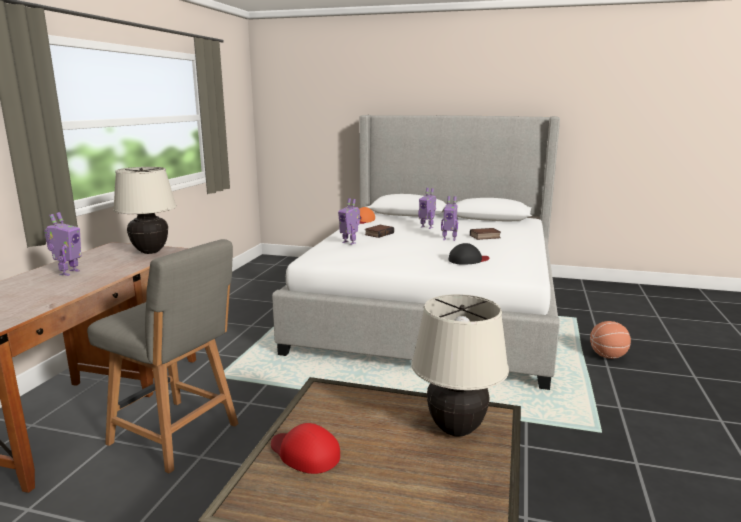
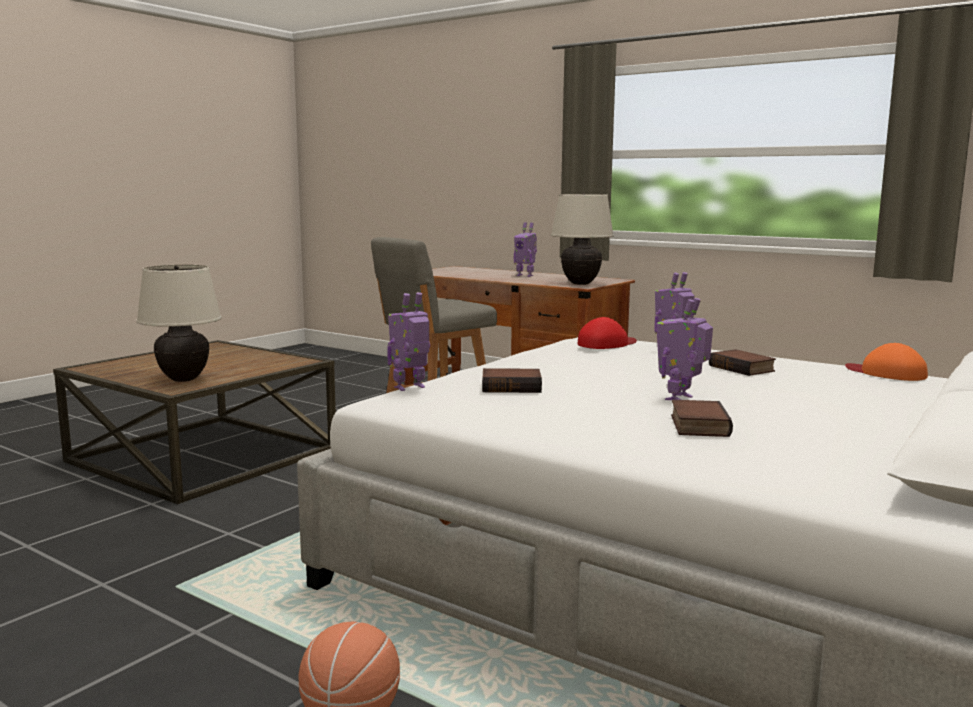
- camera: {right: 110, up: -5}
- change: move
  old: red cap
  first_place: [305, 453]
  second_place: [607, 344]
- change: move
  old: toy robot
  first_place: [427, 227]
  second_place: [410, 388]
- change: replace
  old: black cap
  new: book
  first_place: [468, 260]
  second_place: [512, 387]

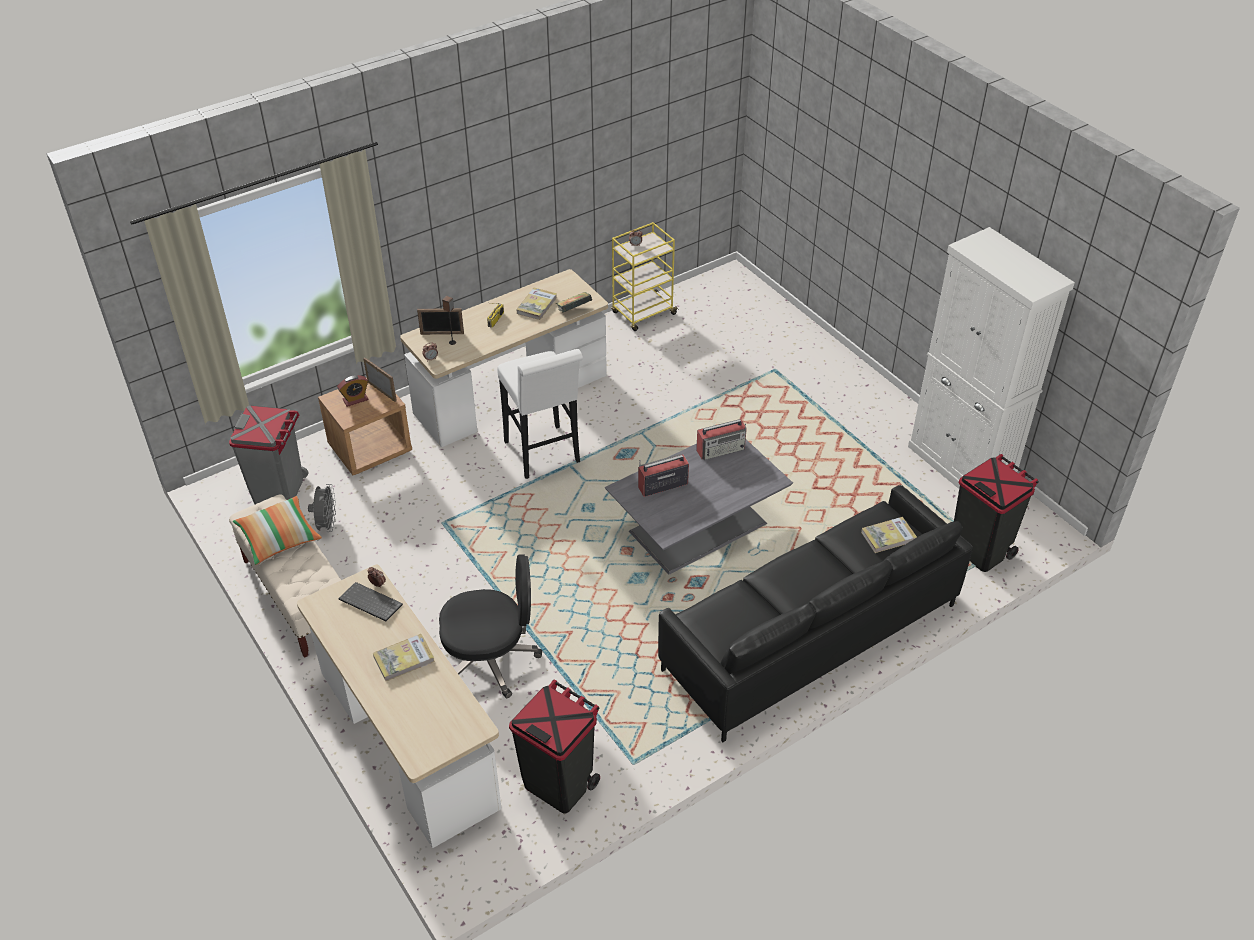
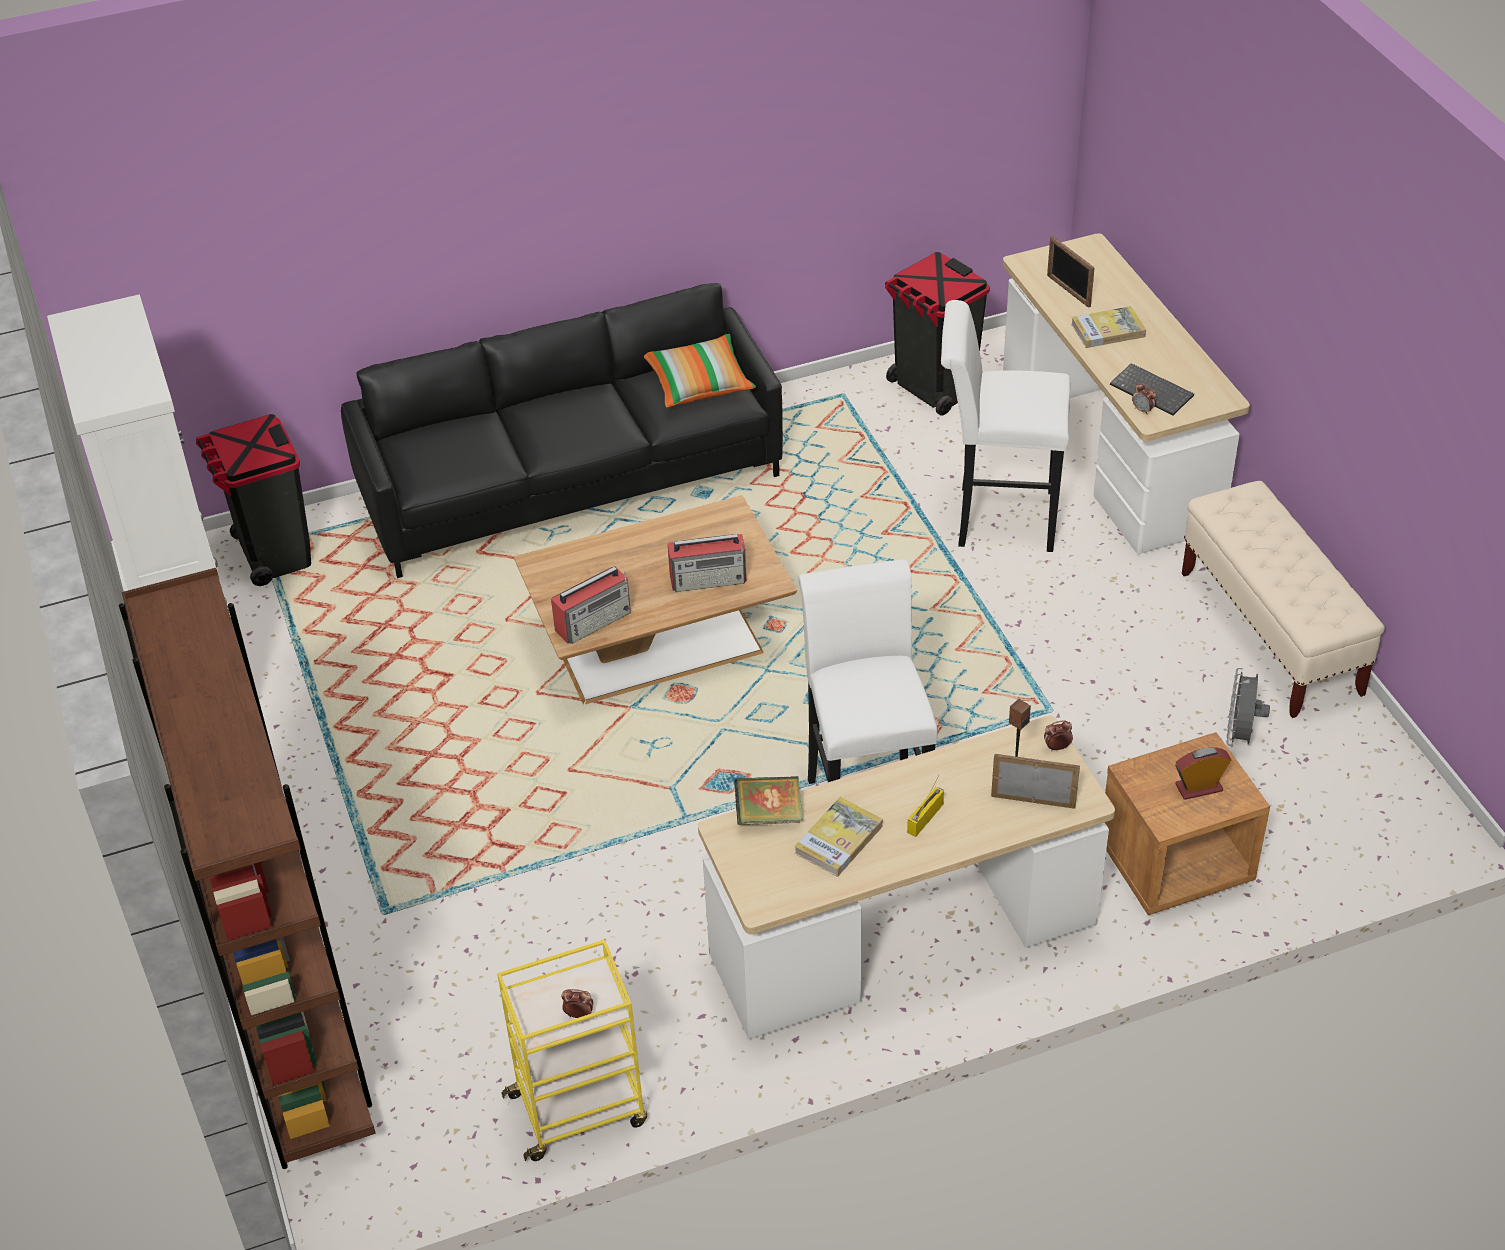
- camera: {right: -165, up: 0}
- change: delete
  old: grey trash can
  first_place: [280, 493]
- change: move
  old: pillow
  first_place: [279, 538]
  second_place: [699, 383]
- change: move
  old: picture frame
  first_place: [382, 391]
  second_place: [1068, 291]
- change: replace
  old: black office chair
  new: white stool
  first_place: [491, 659]
  second_place: [996, 518]
- change: recolor
  old: grey coffee table
  new: brown coffee table
  first_place: [696, 529]
  second_place: [660, 642]
- change: rotate
  old: radio
  first_place: [721, 449]
  second_place: [594, 620]
  degrees: 150
- change: delete
  old: book
  first_place: [888, 536]
- change: insert
  new: brown bookcase
  second_place: [295, 1026]

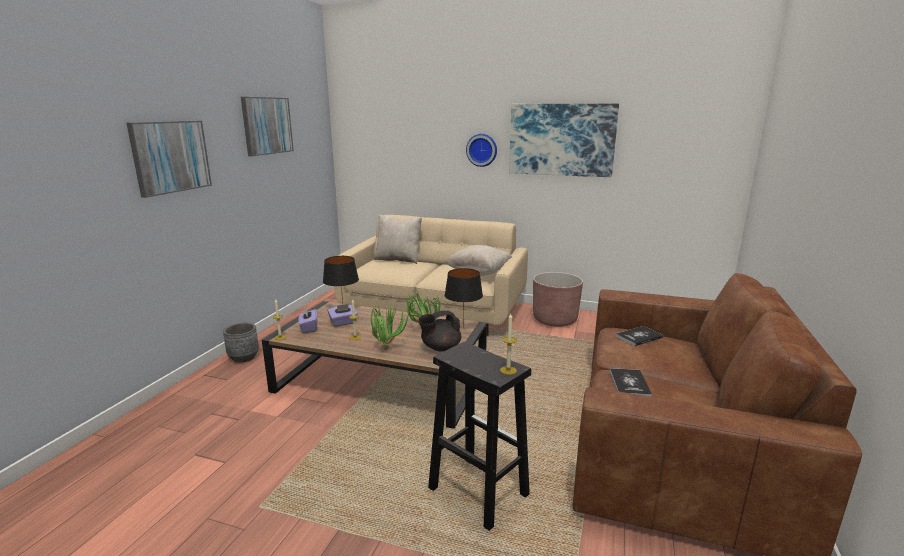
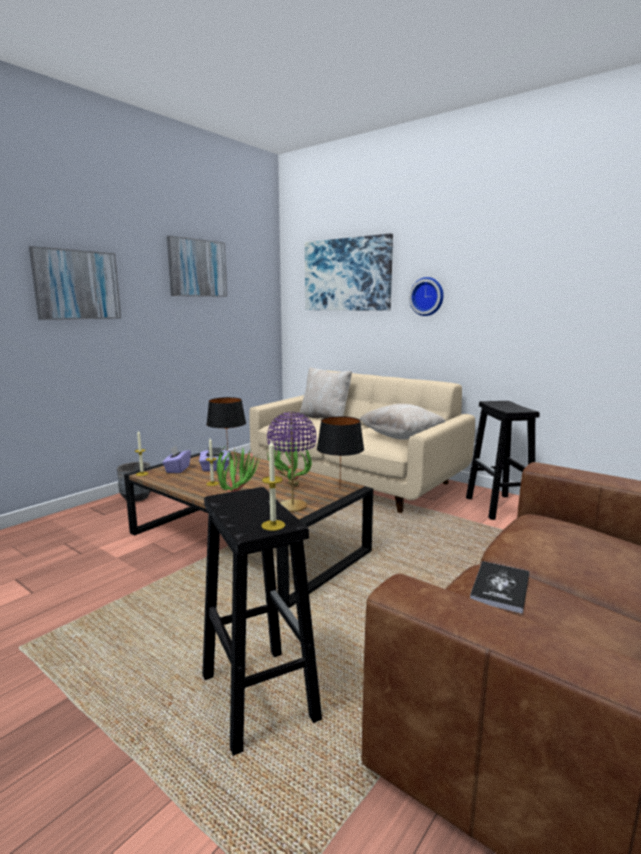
- camera: {right: 20, up: -5}
- change: replace
  old: black teapot
  new: purple table lamp
  first_place: [440, 348]
  second_place: [292, 506]
- change: move
  old: picture
  first_place: [561, 140]
  second_place: [347, 274]
- change: replace
  old: brown planter
  new: black stool
  first_place: [555, 320]
  second_place: [499, 507]
- change: delete
  old: book
  first_place: [639, 337]

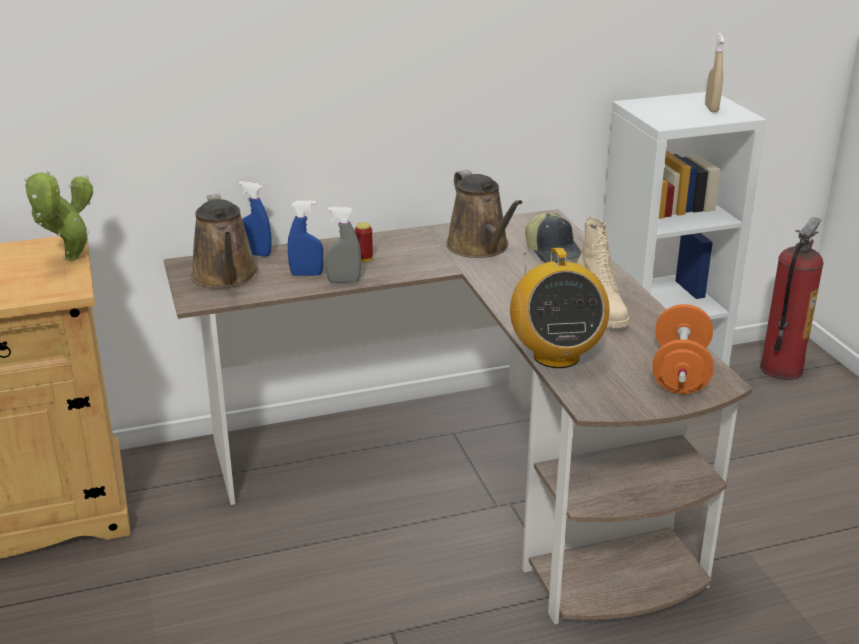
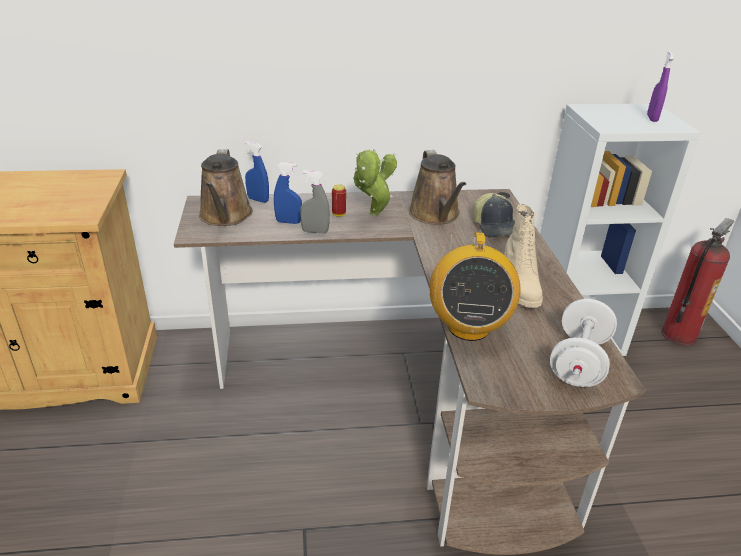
- camera: {right: 10, up: 5}
- change: move
  old: potted plant
  first_place: [69, 260]
  second_place: [373, 215]
- change: recolor
  old: orange dumbbell
  new: white dumbbell
  first_place: [680, 373]
  second_place: [578, 362]
- change: recolor
  old: beige spray bottle
  new: purple spray bottle
  first_place: [711, 108]
  second_place: [652, 118]

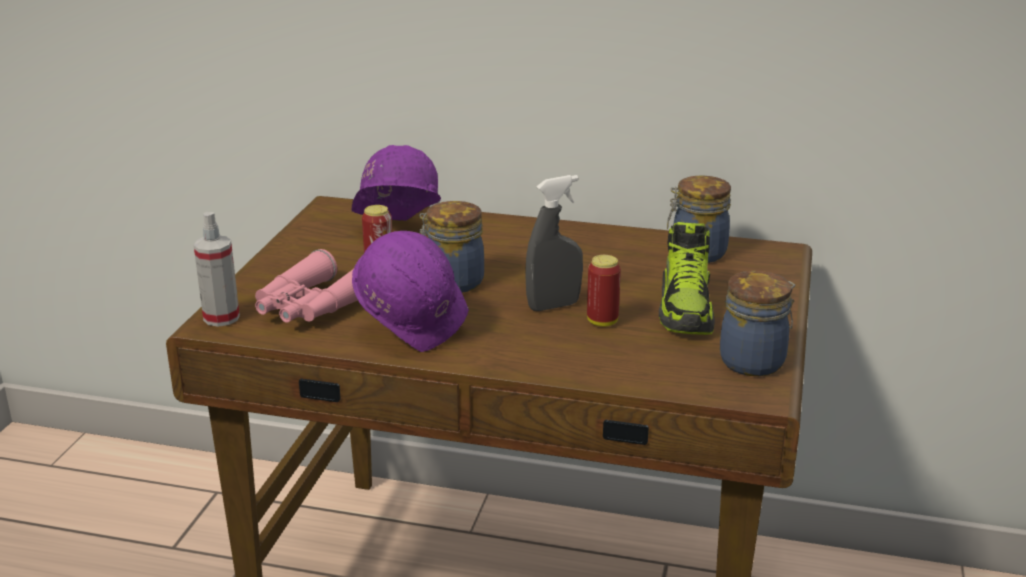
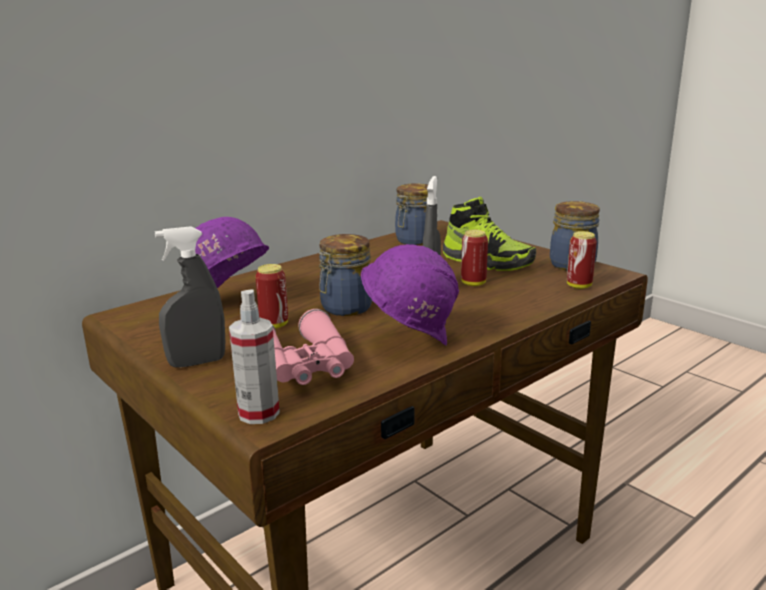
- camera: {right: -55, up: -5}
- change: insert
  new: grey spray bottle
  second_place: [197, 362]
- change: insert
  new: can
  second_place: [579, 286]

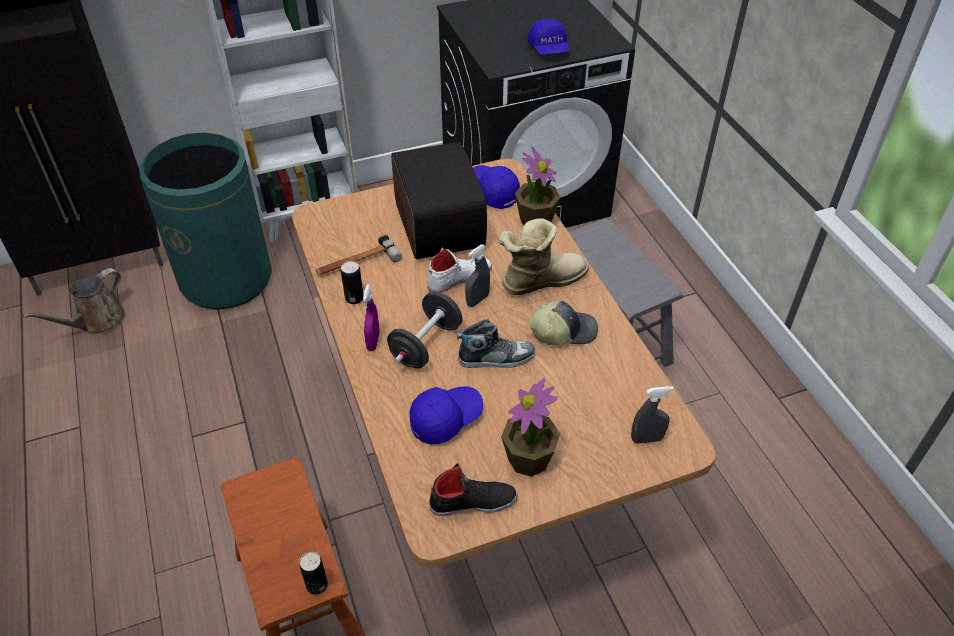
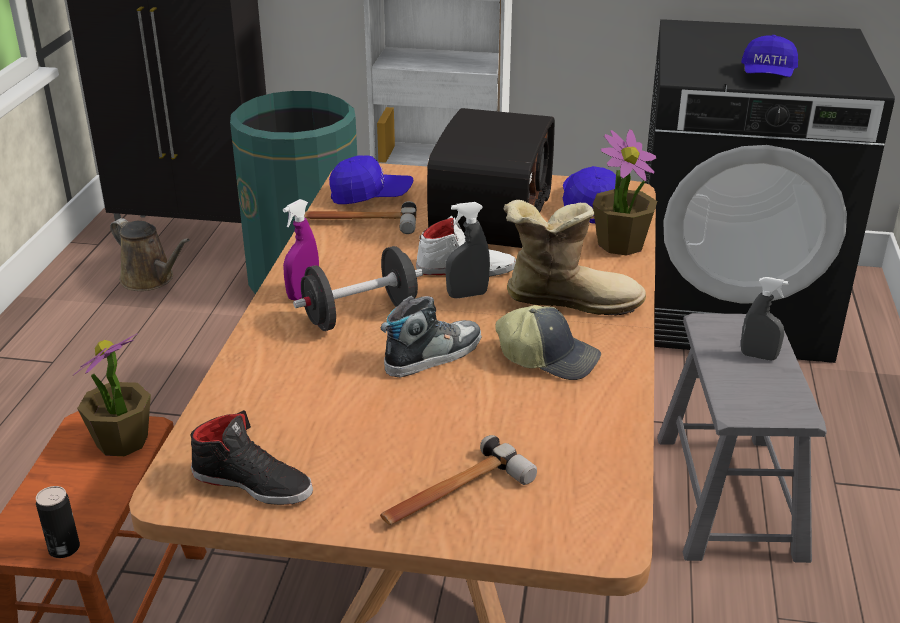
- camera: {right: 30, up: -15}
- change: rotate
  old: brown watering can
  first_place: [97, 321]
  second_place: [151, 279]
  degrees: -120
- change: delete
  old: can
  first_place: [354, 298]
- change: move
  old: blue cap
  first_place: [445, 419]
  second_place: [371, 196]
- change: rotate
  old: shoe
  first_place: [496, 358]
  second_place: [433, 355]
  degrees: -60
- change: move
  old: potted plant
  first_place: [529, 459]
  second_place: [122, 441]
- change: move
  old: grey spray bottle
  first_place: [647, 439]
  second_place: [758, 356]
- change: insert
  new: hammer
  second_place: [453, 495]

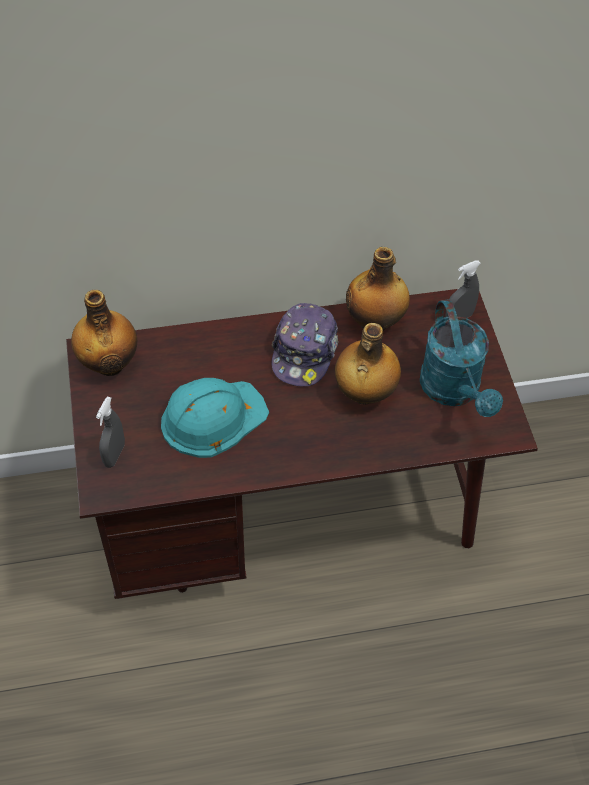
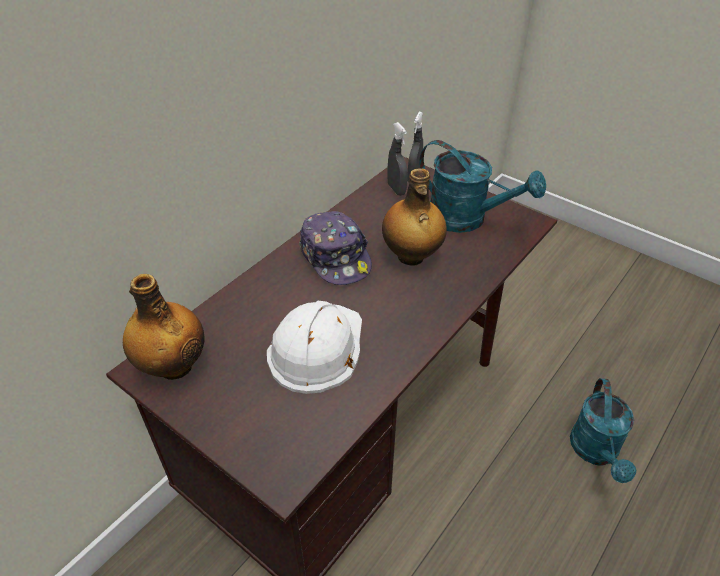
- camera: {right: -40, up: -10}
- change: move
  old: grey spray bottle
  first_place: [114, 455]
  second_place: [396, 189]
- change: recolor
  old: turquoise hard hat
  new: white hard hat
  first_place: [212, 417]
  second_place: [317, 347]
- change: delete
  old: bottle
  first_place: [375, 322]
- change: insert
  new: turquoise watering can
  second_place: [596, 452]

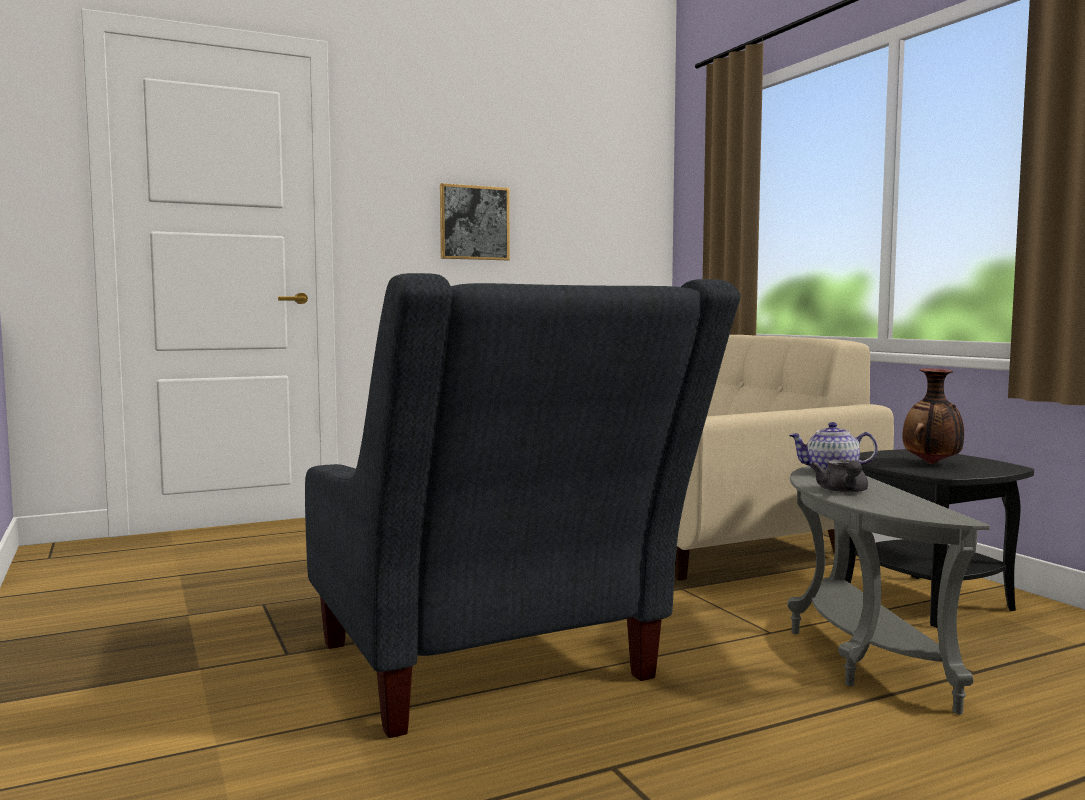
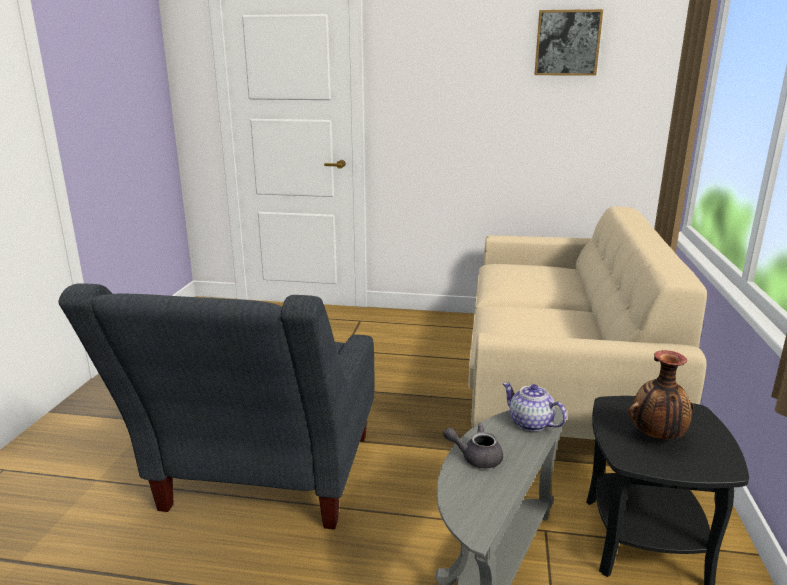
- camera: {right: 35, up: 15}
- change: move
  old: picture
  first_place: [474, 223]
  second_place: [567, 43]
- change: rotate
  old: grey teapot
  first_place: [843, 492]
  second_place: [476, 457]
  degrees: 60

